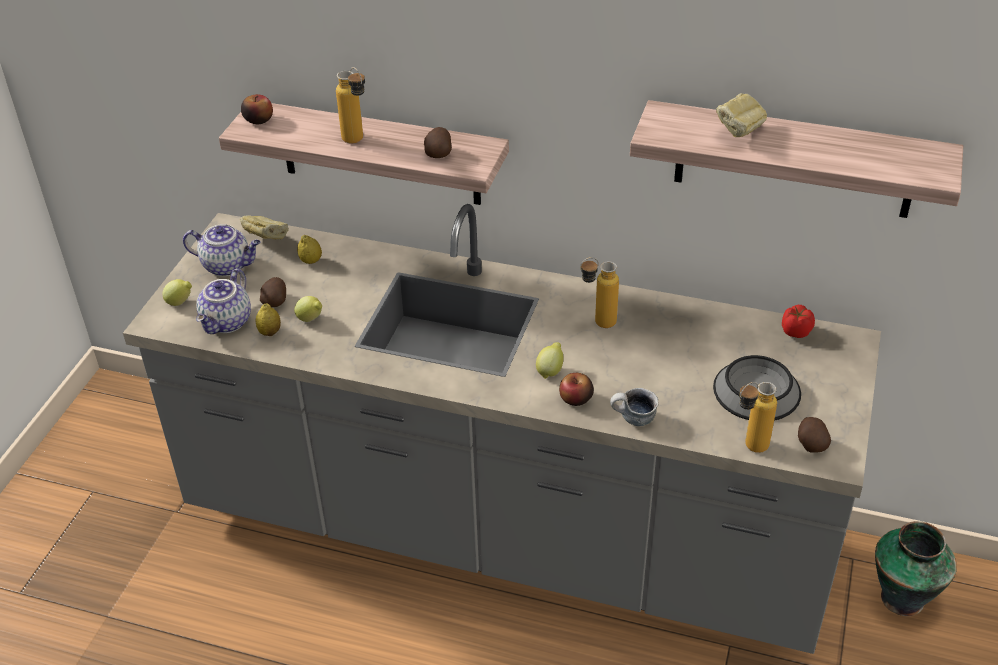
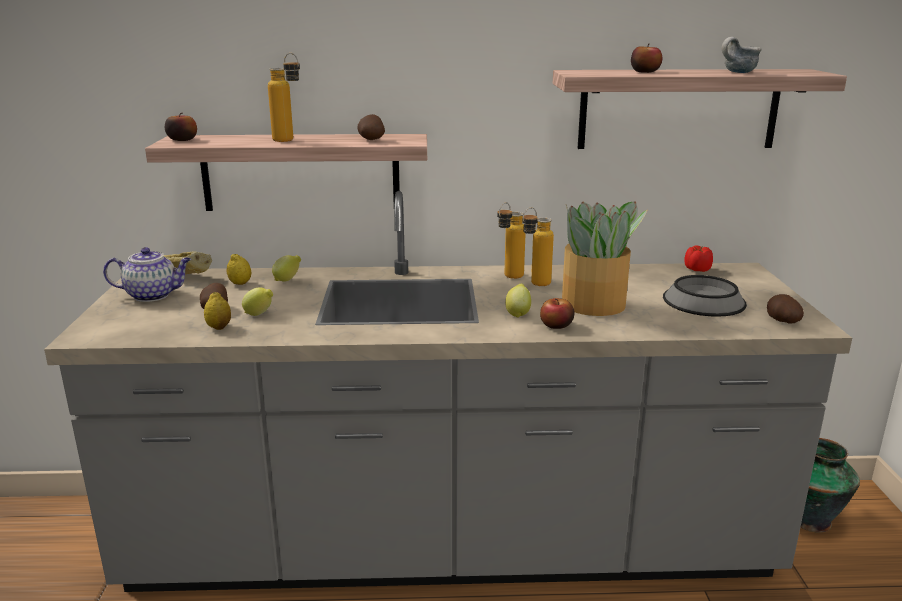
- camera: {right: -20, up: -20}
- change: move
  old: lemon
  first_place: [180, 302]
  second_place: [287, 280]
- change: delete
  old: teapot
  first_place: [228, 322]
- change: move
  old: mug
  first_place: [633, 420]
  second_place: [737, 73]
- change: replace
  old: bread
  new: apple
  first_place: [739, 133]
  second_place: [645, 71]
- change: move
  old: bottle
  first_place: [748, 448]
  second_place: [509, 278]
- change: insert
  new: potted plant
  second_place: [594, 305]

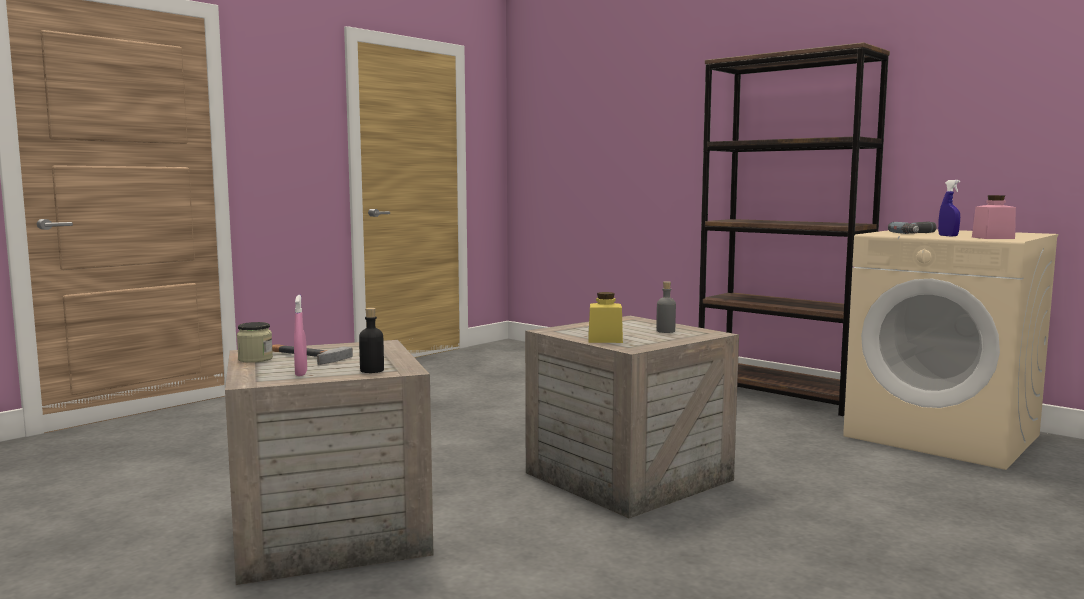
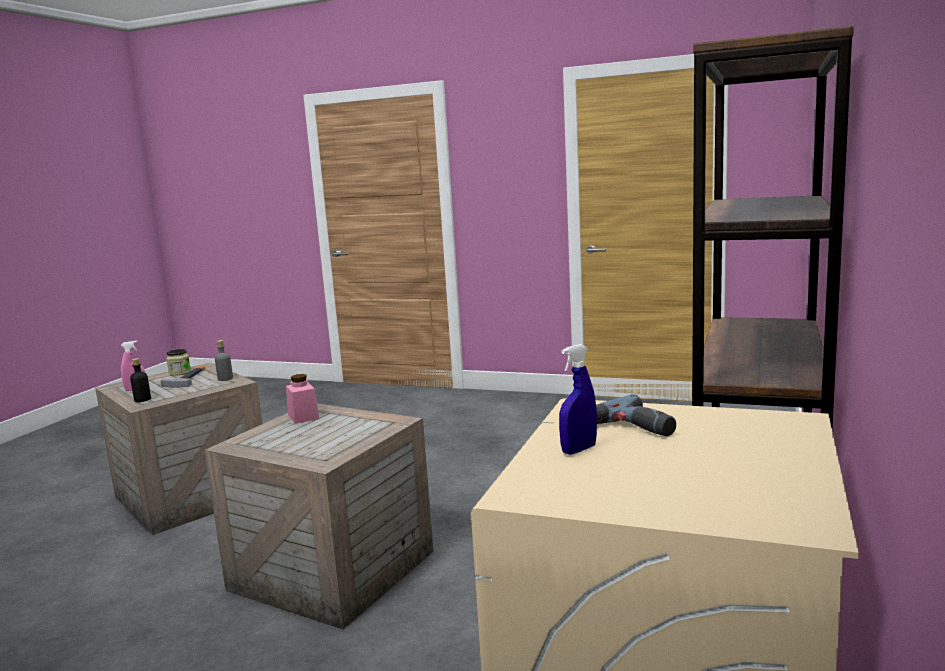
- camera: {right: 70, up: 5}
- change: delete
  old: yellow jar
  first_place: [605, 340]
- change: move
  old: grey bottle
  first_place: [665, 331]
  second_place: [225, 378]
- change: move
  old: pink jar
  first_place: [993, 238]
  second_place: [303, 417]

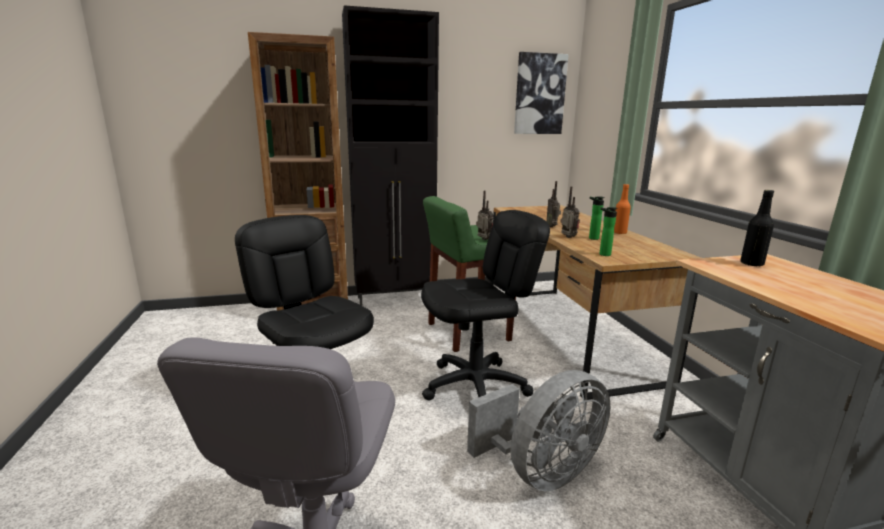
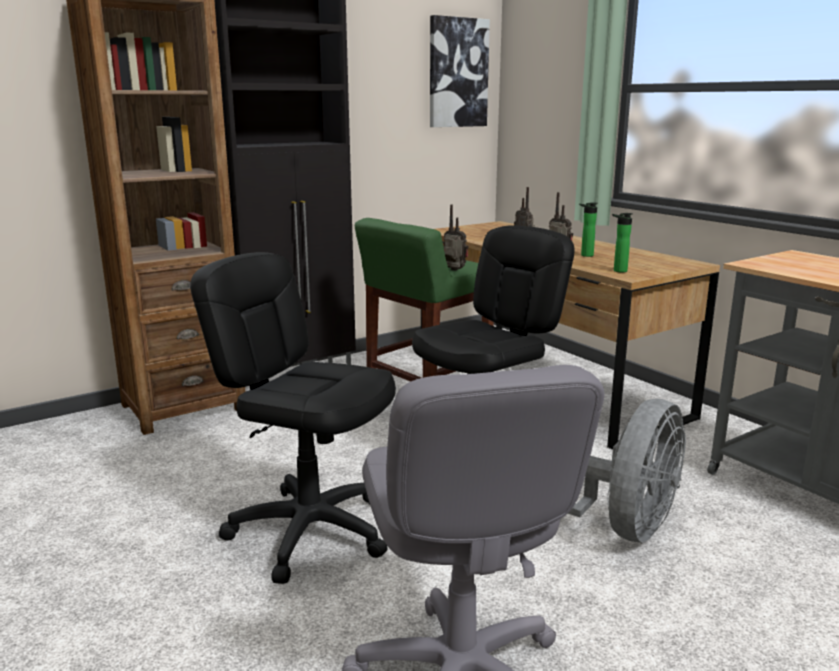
- camera: {right: -20, up: 0}
- change: delete
  old: orange bottle
  first_place: [619, 232]
- change: delete
  old: black bottle
  first_place: [751, 264]

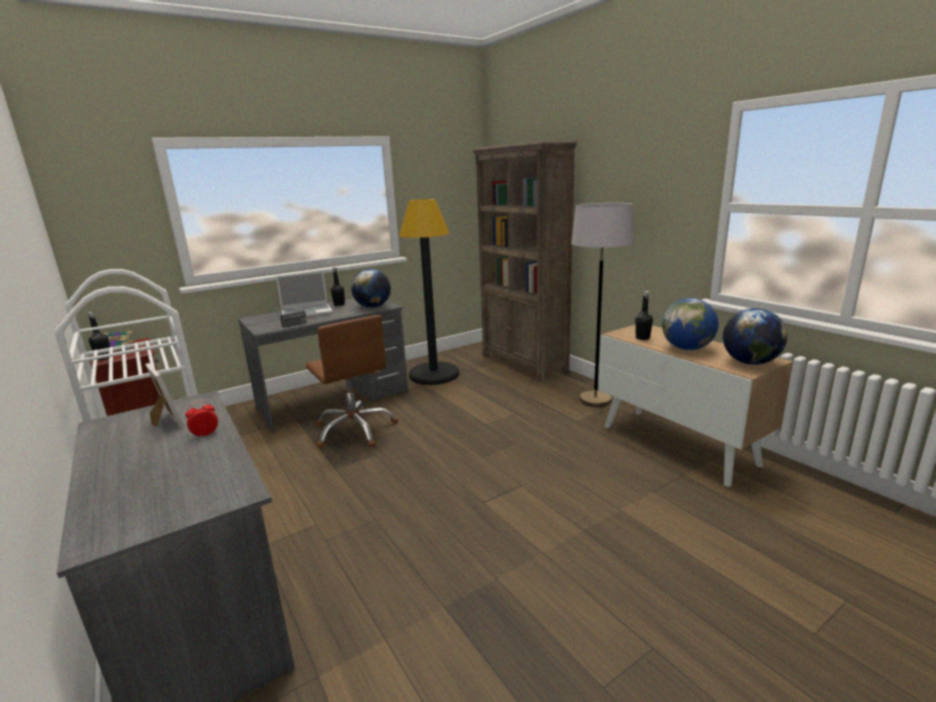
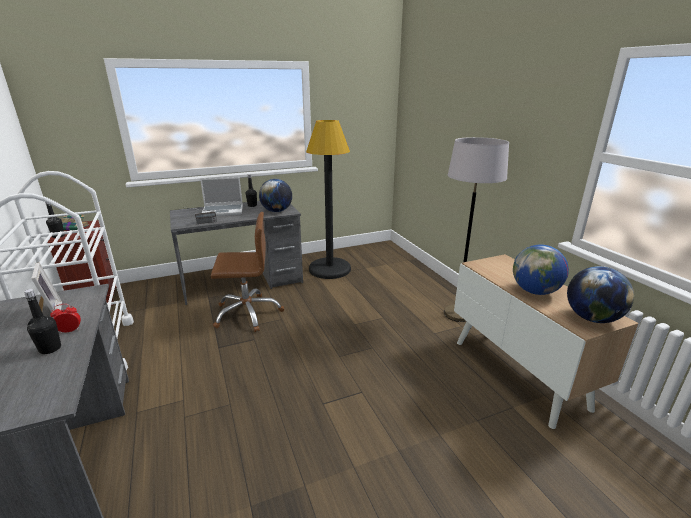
- camera: {right: 10, up: 5}
- change: rotate
  old: brown office chair
  first_place: [355, 429]
  second_place: [248, 313]
  degrees: -75
- change: delete
  old: brown bookcase
  first_place: [524, 363]
- change: move
  old: black bottle
  first_place: [642, 338]
  second_place: [50, 349]

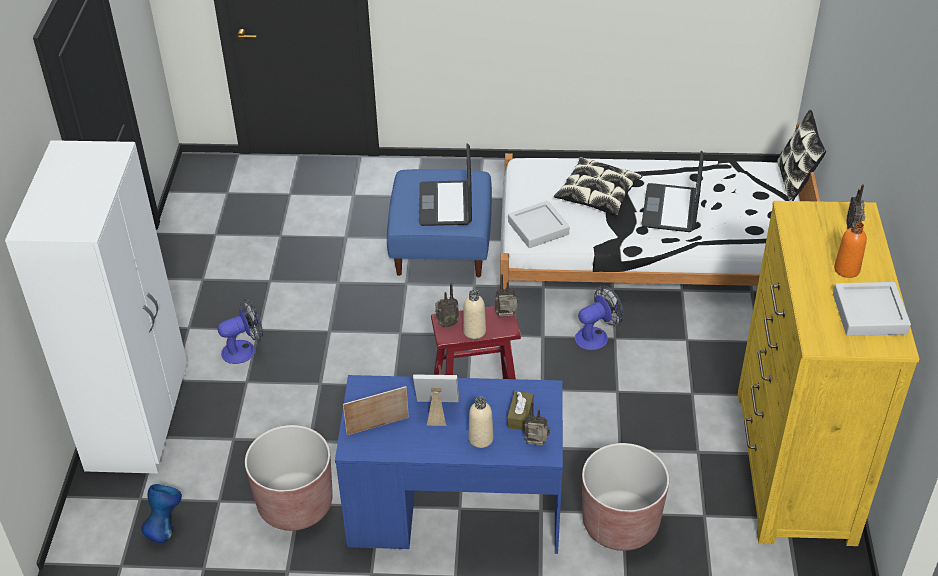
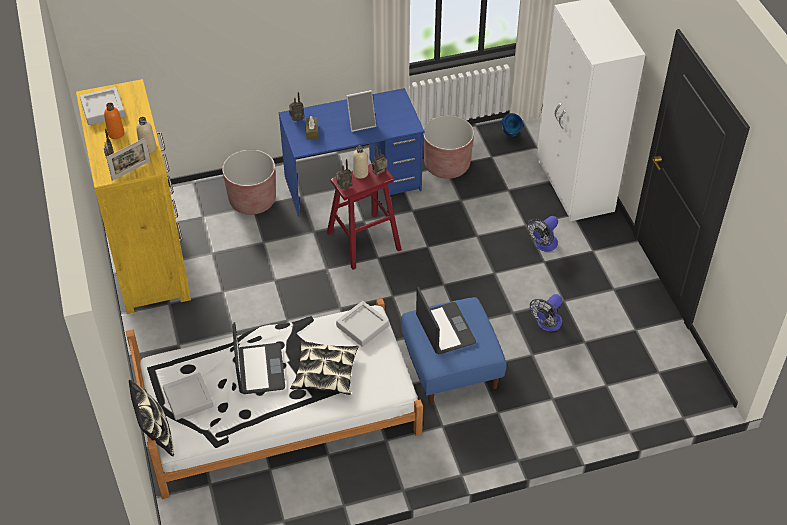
- camera: {right: 160, up: 5}
- change: move
  old: picture frame
  first_place: [377, 426]
  second_place: [131, 170]
- change: move
  old: beige bottle
  first_place: [480, 439]
  second_place: [148, 148]
- change: move
  old: fan
  first_place: [596, 336]
  second_place: [547, 324]
- change: insert
  new: grey tray
  second_place: [188, 399]

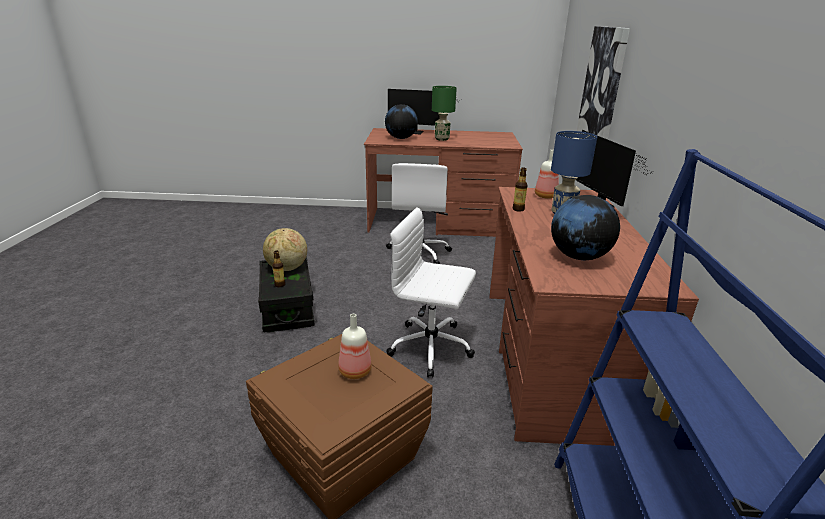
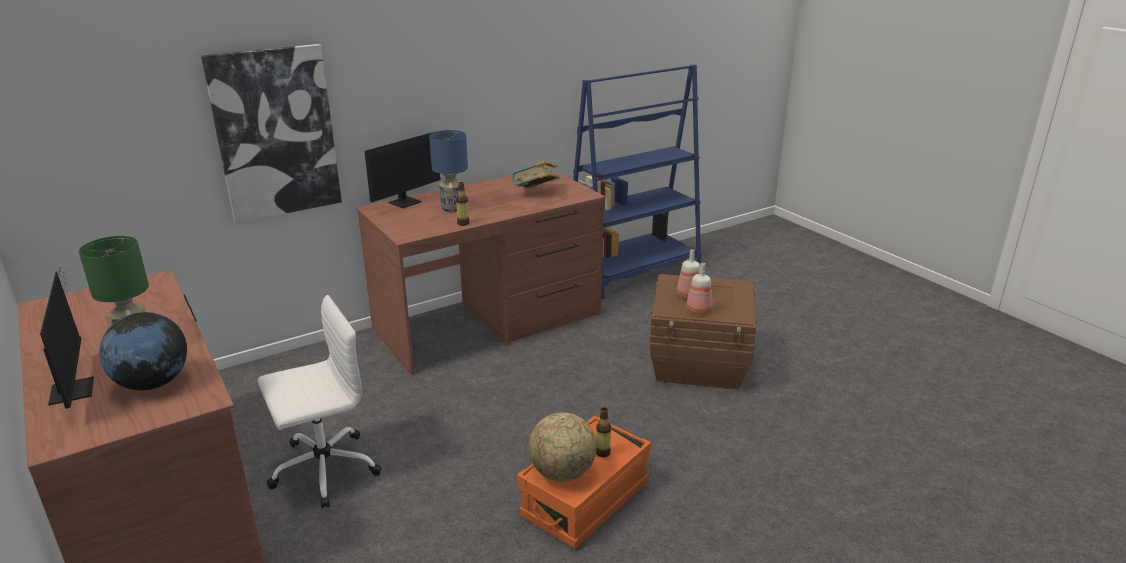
- camera: {right: -125, up: 0}
- change: recolor
  old: black storage box
  new: orange storage box
  first_place: [287, 308]
  second_place: [585, 500]
- change: delete
  old: white office chair
  first_place: [432, 347]
- change: move
  old: bottle
  first_place: [546, 196]
  second_place: [698, 310]
- change: replace
  old: globe
  new: book
  first_place: [579, 256]
  second_place: [536, 193]

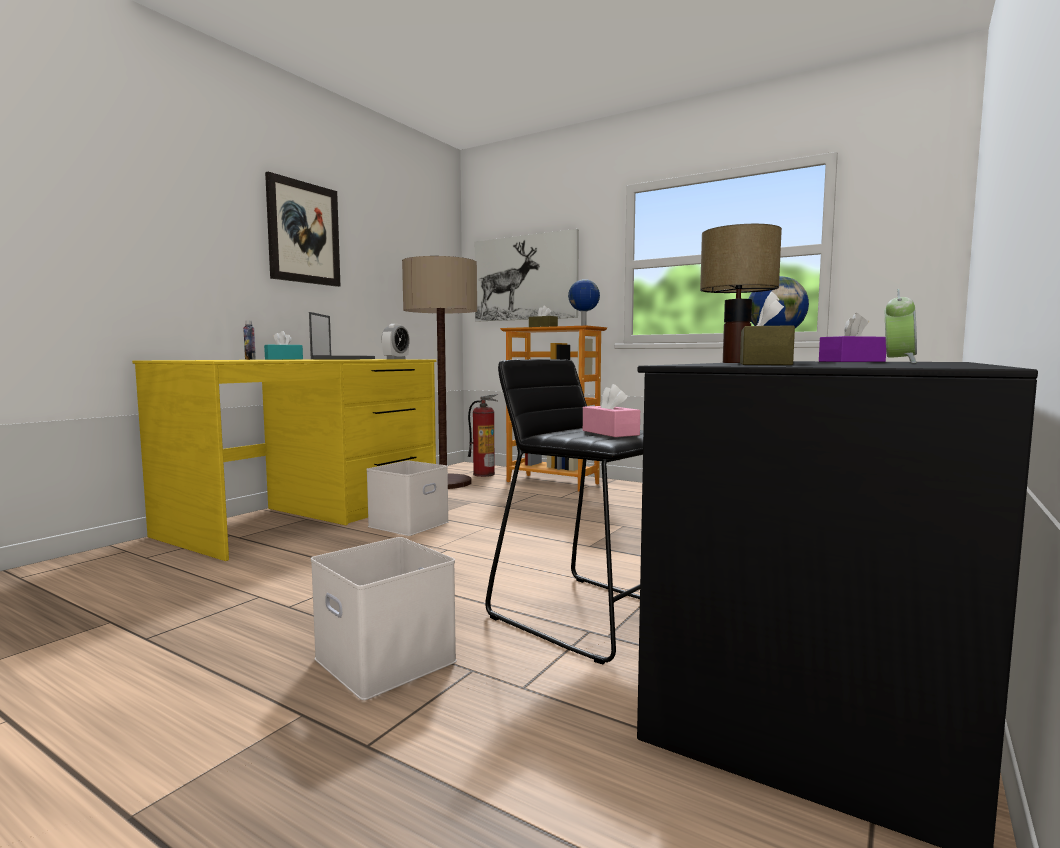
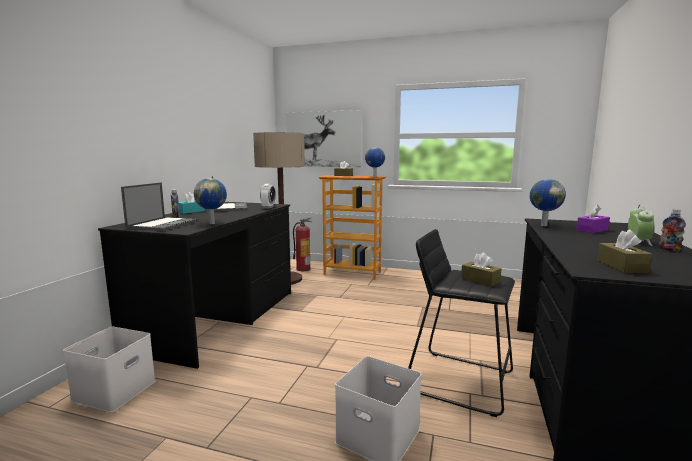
- camera: {right: -15, up: 5}
- change: recolor
  old: yellow desk
  new: black desk
  first_place: [310, 515]
  second_place: [219, 318]
- change: delete
  old: picture
  first_place: [303, 233]
- change: move
  old: white storage box
  first_place: [409, 525]
  second_place: [114, 391]
- change: recolor
  old: pink tissue box
  new: brown tissue box
  first_place: [610, 433]
  second_place: [480, 280]
- change: delete
  old: table lamp
  first_place: [736, 362]
- change: insert
  new: laptop
  second_place: [164, 224]
- change: insert
  new: globe
  second_place: [213, 223]
- change: insert
  new: bottle
  second_place: [669, 250]

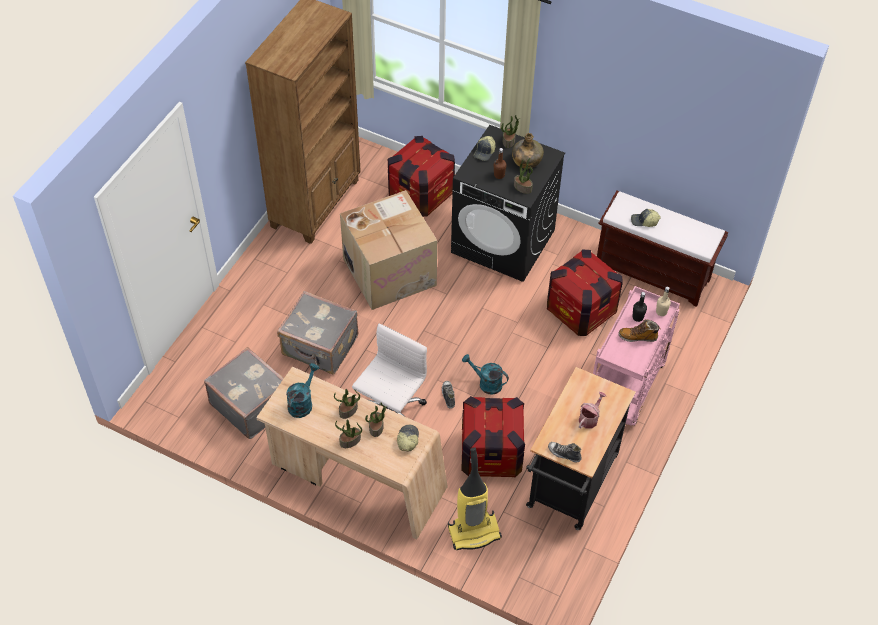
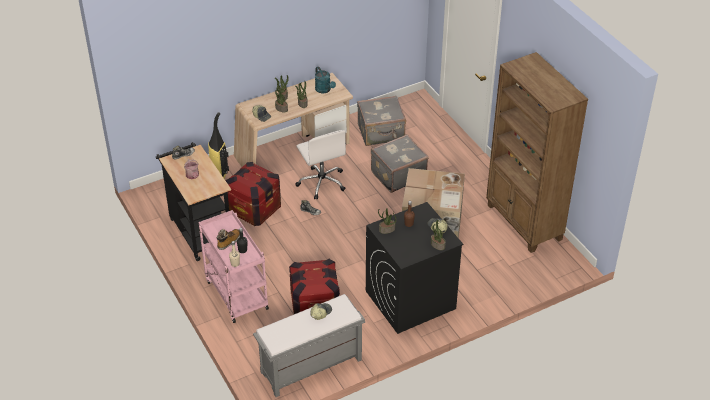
- camera: {right: 125, up: -10}
- change: delete
  old: crate
  first_place: [421, 195]
- change: delete
  old: turquoise watering can
  first_place: [486, 383]
- change: delete
  old: green bottle
  first_place: [526, 160]
- change: recolor
  old: brown bench
  new: grey bench
  first_place: [653, 272]
  second_place: [310, 367]

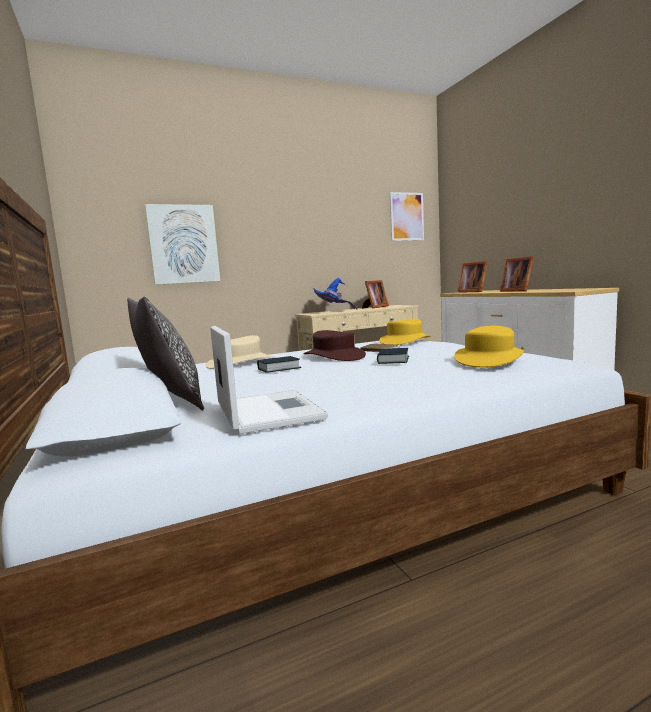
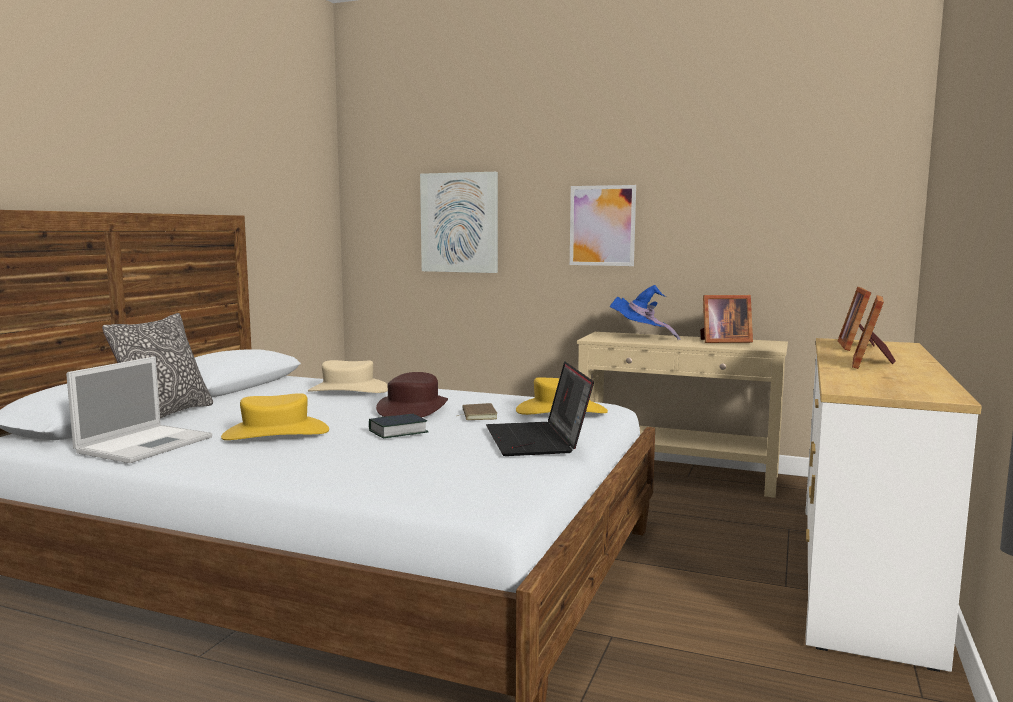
- camera: {right: 45, up: 0}
- change: delete
  old: book
  first_place: [279, 369]
- change: move
  old: picture
  first_place: [406, 216]
  second_place: [602, 225]
- change: move
  old: yellow hat
  first_place: [489, 359]
  second_place: [276, 433]
- change: insert
  new: laptop
  second_place: [538, 440]

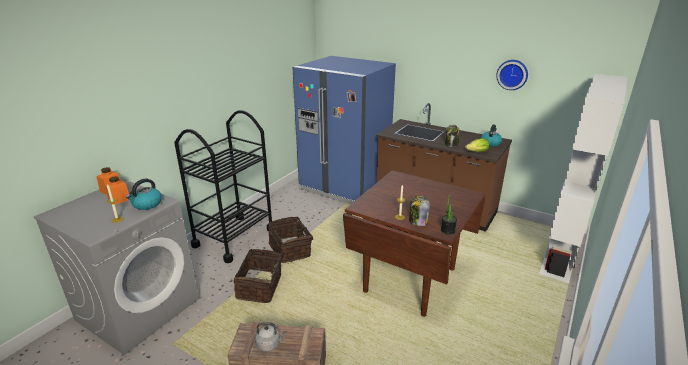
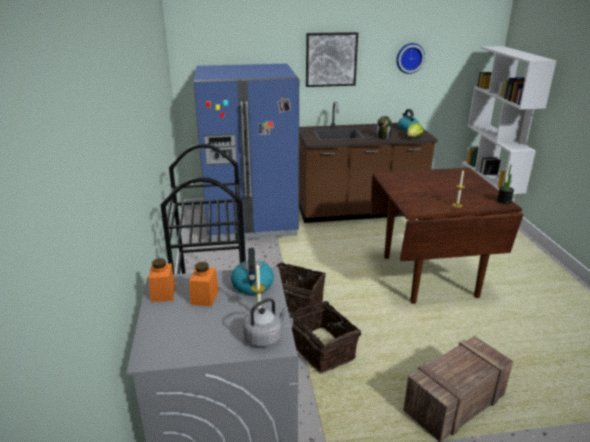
- camera: {right: -40, up: 0}
- change: move
  old: grey kettle
  first_place: [270, 344]
  second_place: [264, 337]
- change: delete
  old: jar
  first_place: [418, 221]
- change: insert
  new: picture
  second_place: [331, 59]

